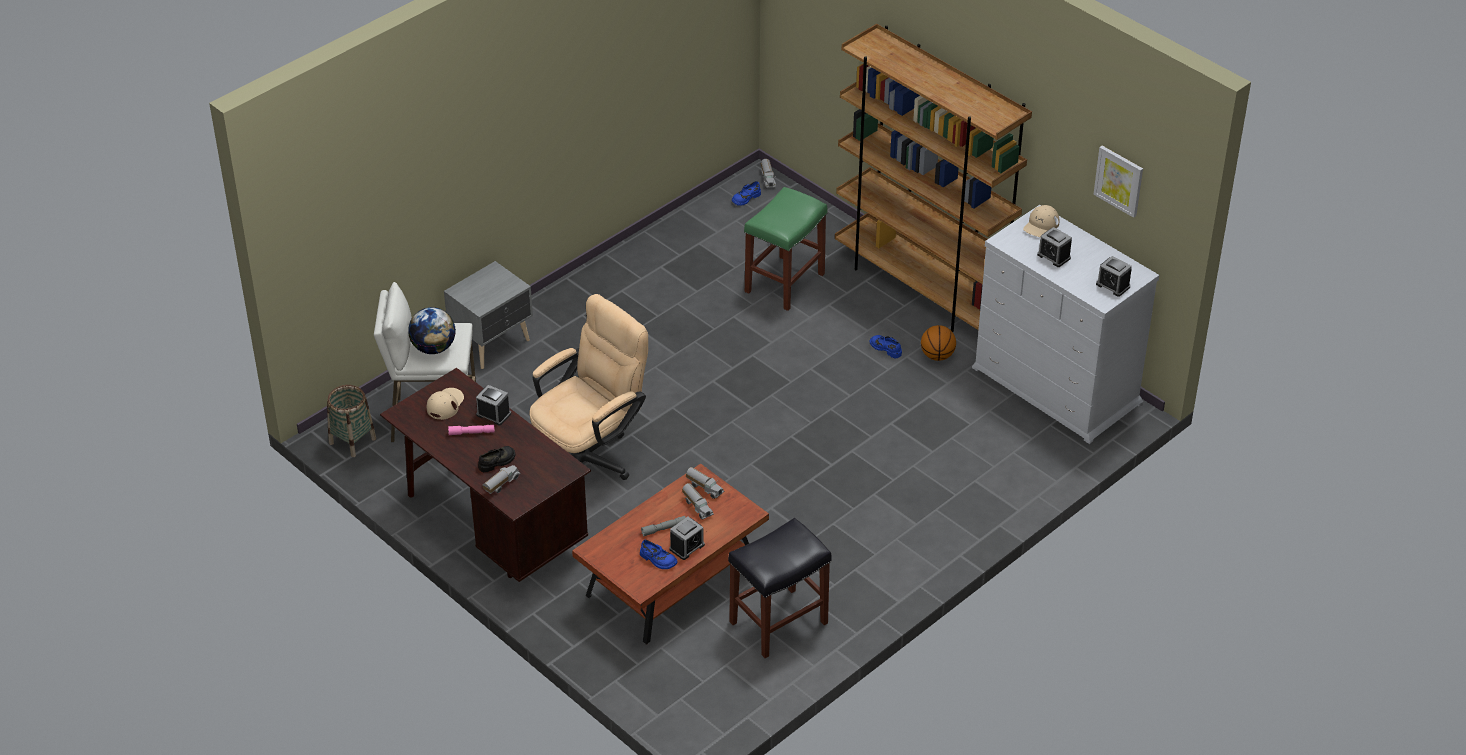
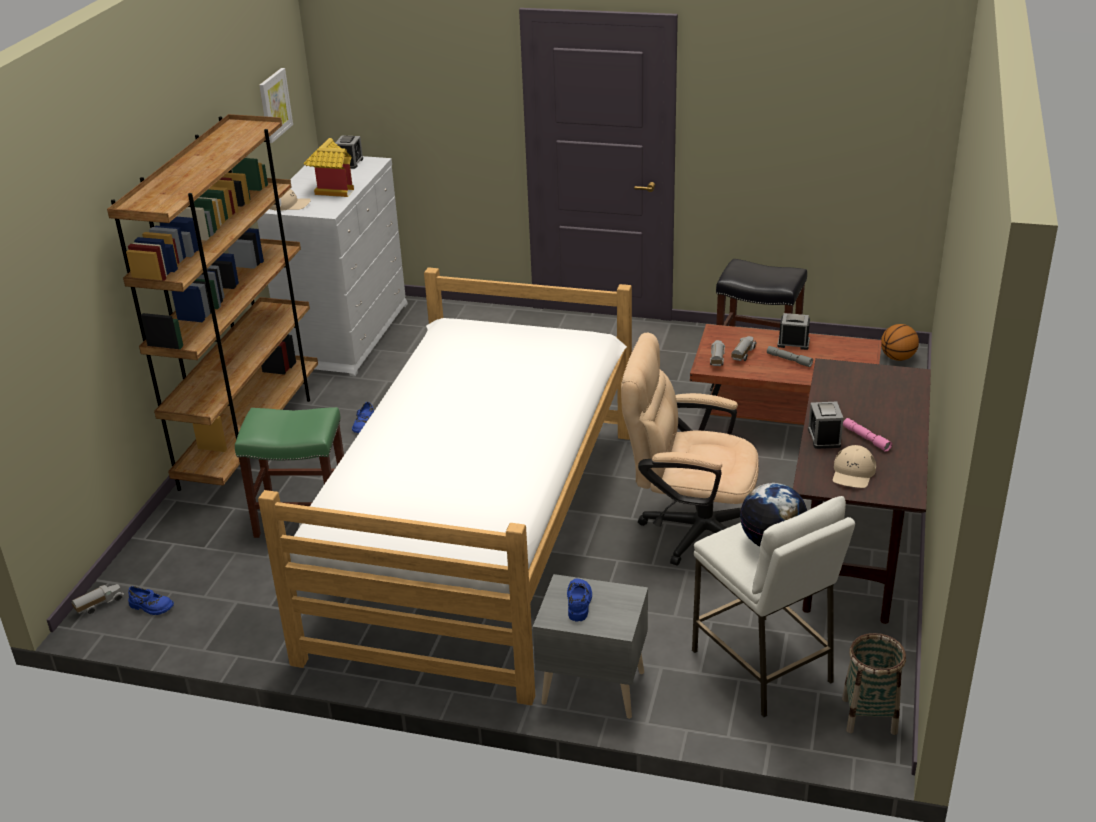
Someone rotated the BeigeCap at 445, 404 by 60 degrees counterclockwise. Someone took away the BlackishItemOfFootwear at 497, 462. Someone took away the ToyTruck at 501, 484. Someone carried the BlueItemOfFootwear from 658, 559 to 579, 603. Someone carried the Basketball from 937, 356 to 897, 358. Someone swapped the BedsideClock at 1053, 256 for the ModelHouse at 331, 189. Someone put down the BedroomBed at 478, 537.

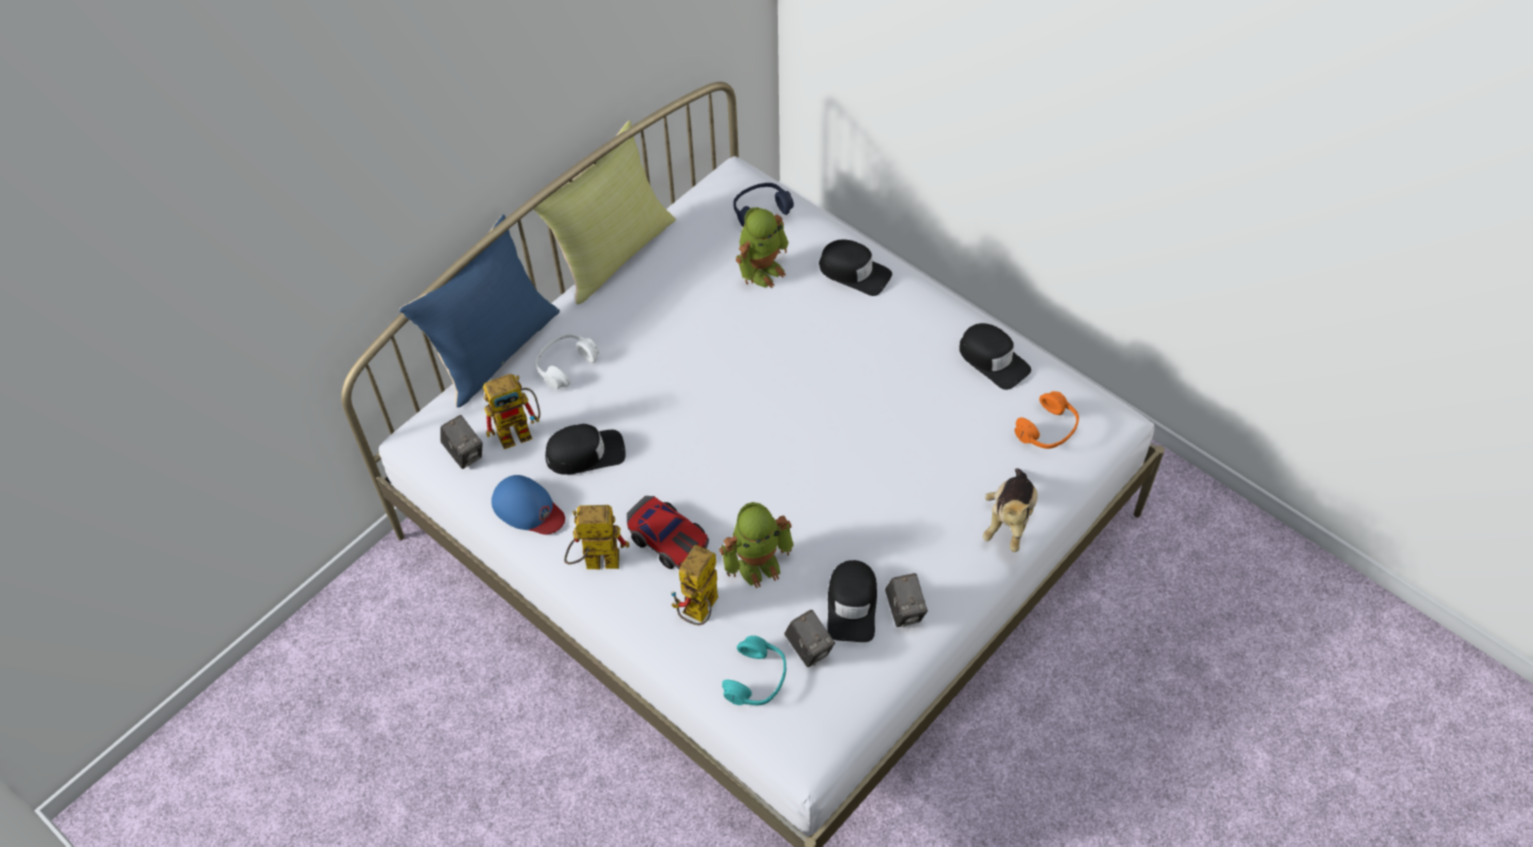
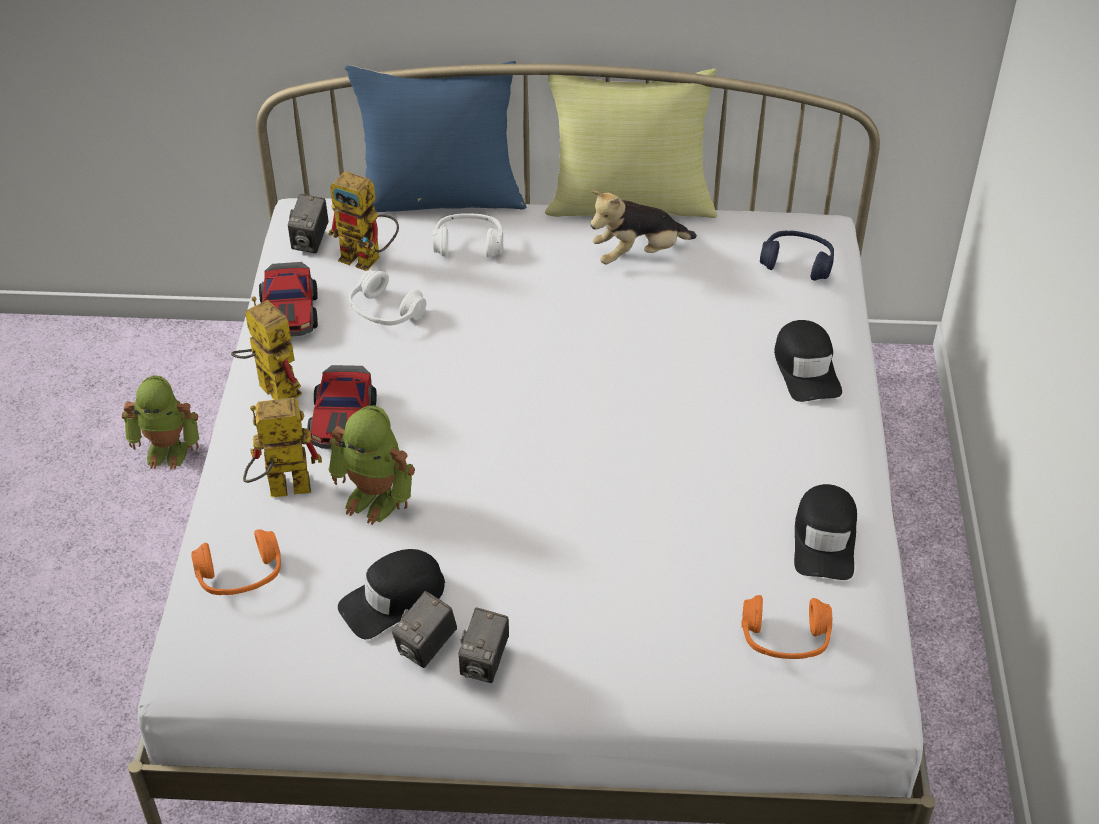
Someone swapped the BlueCap at 528, 509 for the ToyCar at 289, 312. Someone swapped the BlackishCap at 585, 453 for the WhiteHeadphones at 385, 311. Someone repainted the BlueGreenHeadphones at 756, 679, which became the OrangeColouredHeadphones at 240, 575. Someone carried the ToyRobot from 762, 270 to 168, 450. Someone carried the StillCamera from 809, 648 to 485, 663. Someone carried the SoftToy from 1009, 520 to 638, 254.

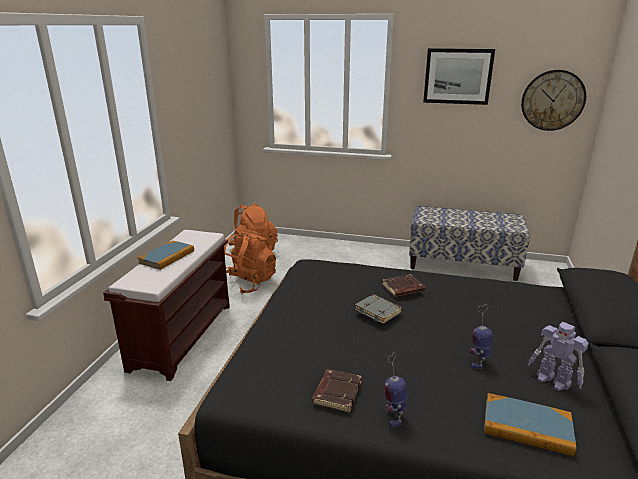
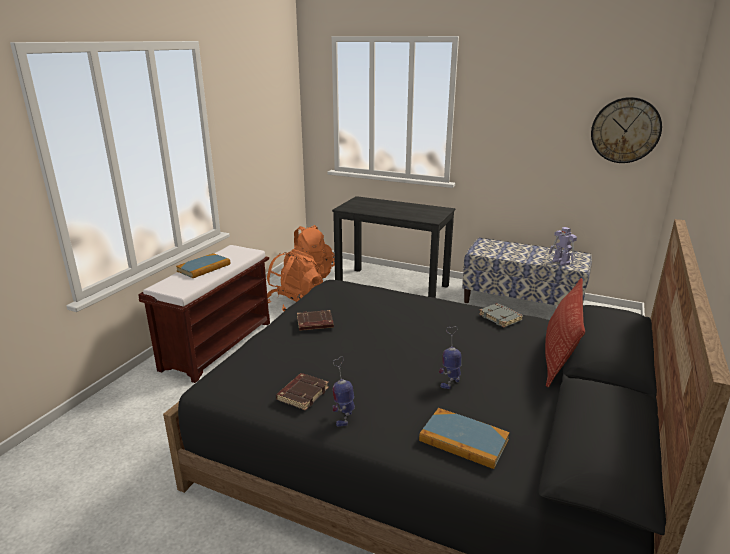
Someone carried the GreyishBoundBook from 378, 311 to 501, 318. Someone carried the BrownColouredBoundBook from 403, 289 to 314, 324. Someone took away the Picture at 457, 76. Someone carried the ToyRobot from 553, 381 to 561, 262. Someone put down the BlackishDesk at 392, 286. Someone put down the Cushion at 559, 356.

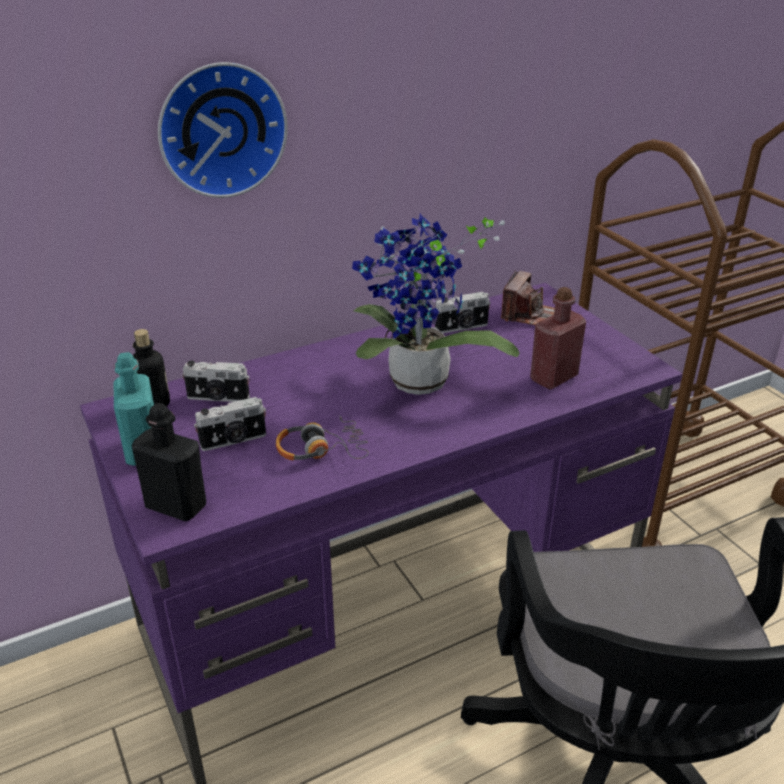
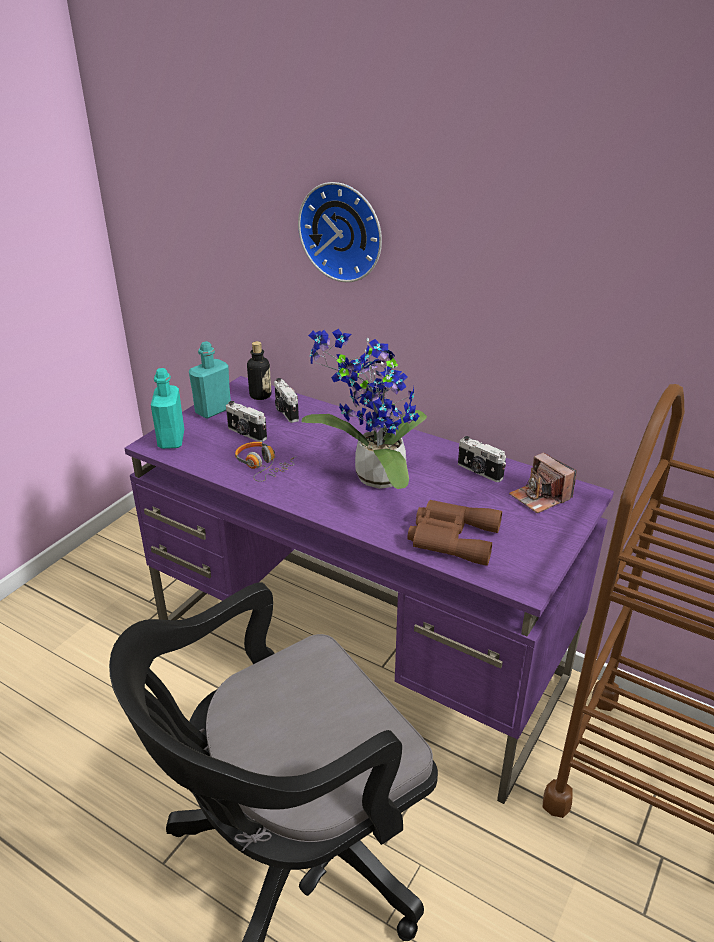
Someone repainted the BlackishDrinkBottle at 176, 506, which became the BlueGreenDrinkBottle at 171, 440. Someone rotated the StillCamera at 528, 315 by 60 degrees clockwise. Someone swapped the RedColouredDrinkBottle at 553, 378 for the BrownColouredBinoculars at 451, 537.

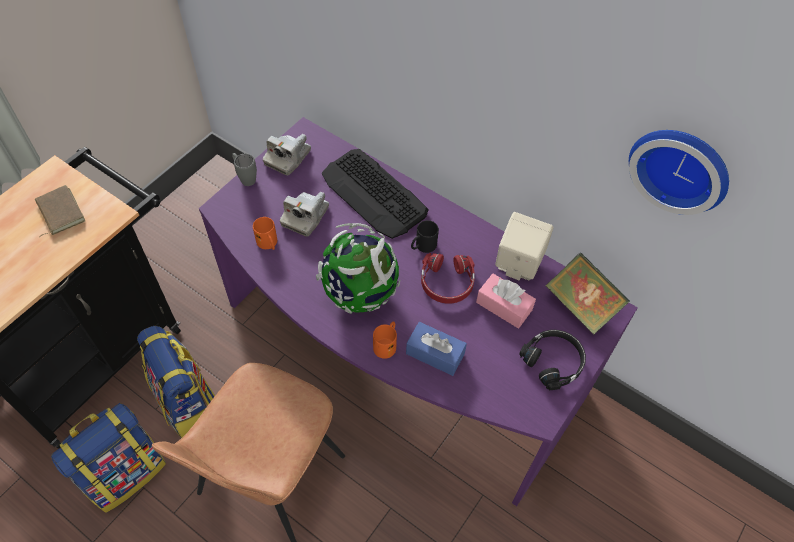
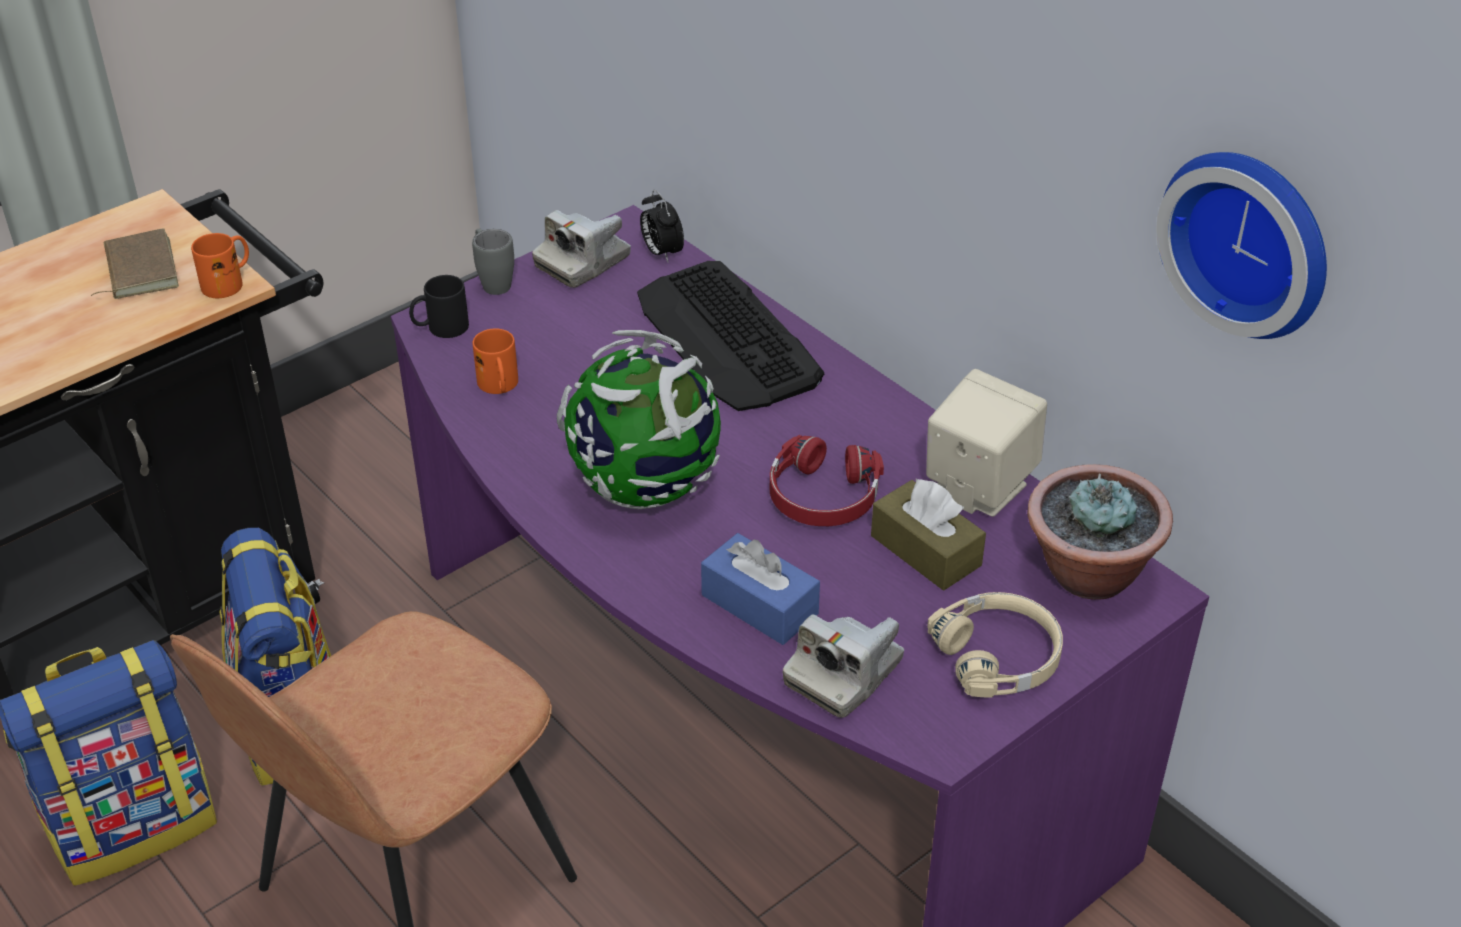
Someone carried the StillCamera from 305, 216 to 843, 673. Someone carried the OrangeColouredMug from 386, 344 to 228, 282. Someone carried the BlackishMug from 423, 246 to 440, 328. Someone repainted the PinkishTissueHolder at 504, 306, which became the BrownColouredTissueHolder at 925, 550. Someone repainted the BlackishHeadphones at 553, 361, which became the BeigeHeadphones at 998, 656. Someone swapped the BoundBook at 581, 306 for the PottedPlant at 1088, 574. Someone put down the BedsideClock at 661, 252.

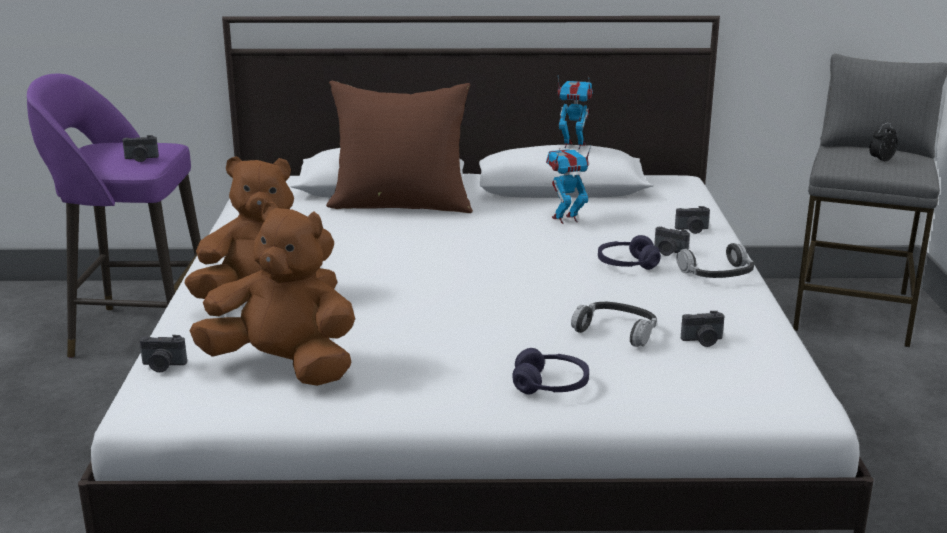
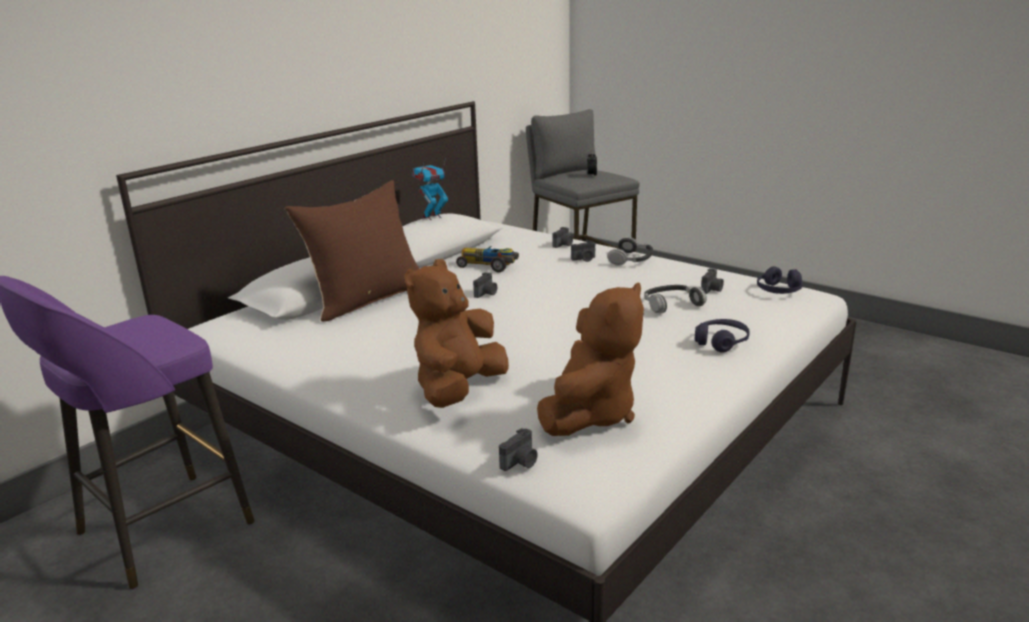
Someone carried the StillCamera from 141, 159 to 486, 293. Someone rotated the BrownColouredSoftToy at 284, 367 by 150 degrees clockwise. Someone swapped the ToyRobot at 565, 219 for the ToyCar at 489, 266. Someone carried the PurpleHeadphones from 627, 264 to 779, 291.

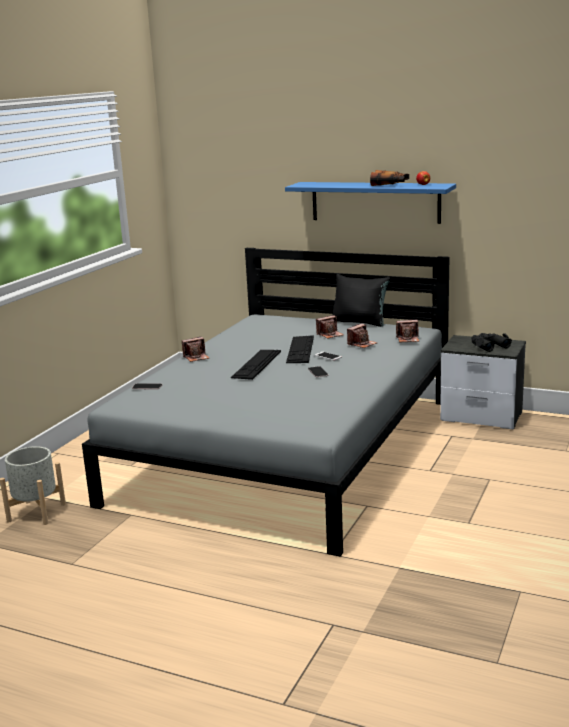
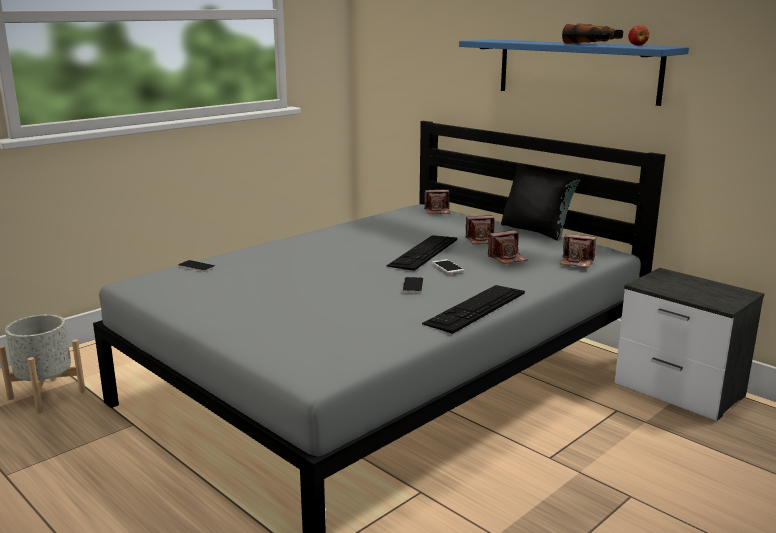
Someone carried the StillCamera from 196, 357 to 437, 211. Someone carried the Keyboard from 256, 364 to 475, 308. Someone took away the BlackishBinoculars at 488, 346.

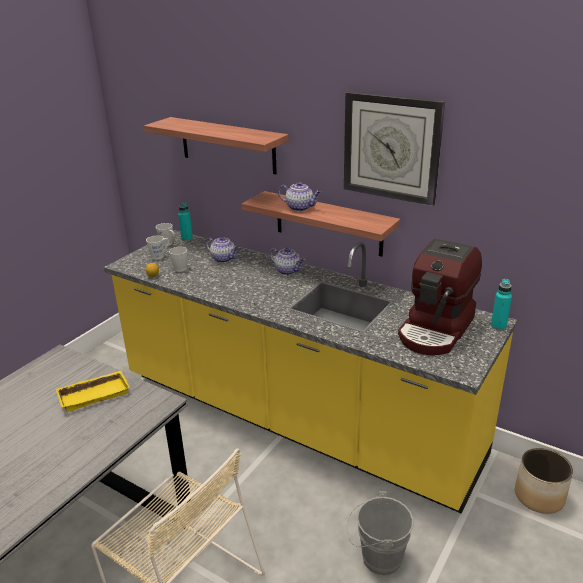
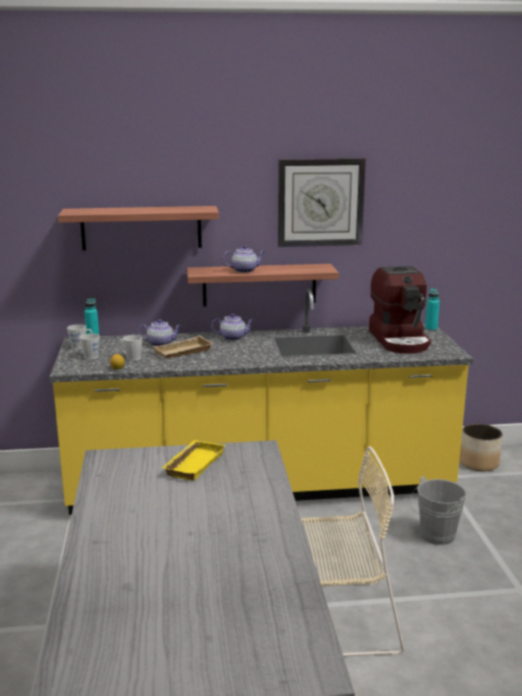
Someone put down the BeigeTray at 183, 352.

